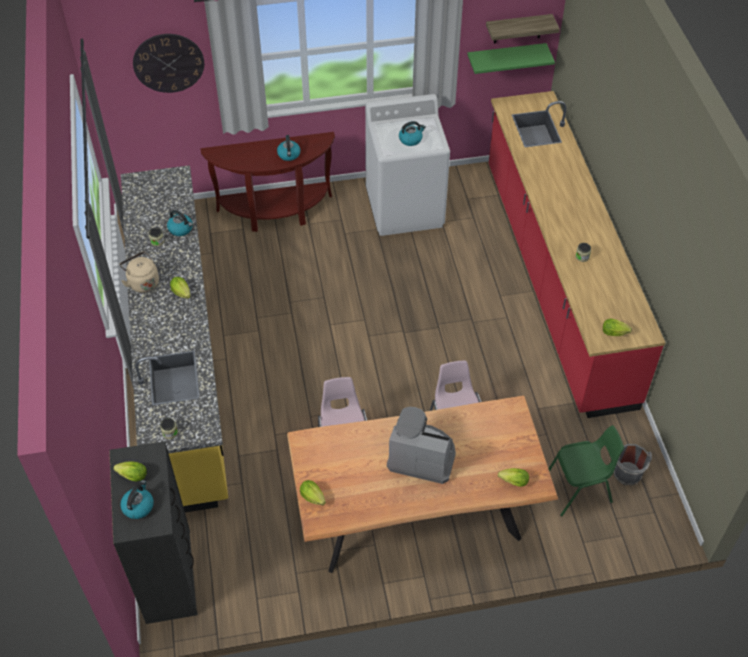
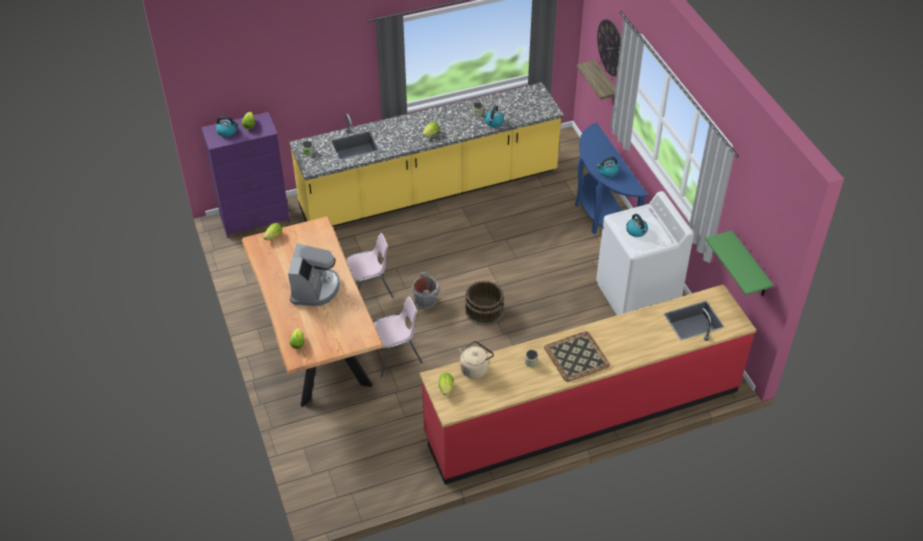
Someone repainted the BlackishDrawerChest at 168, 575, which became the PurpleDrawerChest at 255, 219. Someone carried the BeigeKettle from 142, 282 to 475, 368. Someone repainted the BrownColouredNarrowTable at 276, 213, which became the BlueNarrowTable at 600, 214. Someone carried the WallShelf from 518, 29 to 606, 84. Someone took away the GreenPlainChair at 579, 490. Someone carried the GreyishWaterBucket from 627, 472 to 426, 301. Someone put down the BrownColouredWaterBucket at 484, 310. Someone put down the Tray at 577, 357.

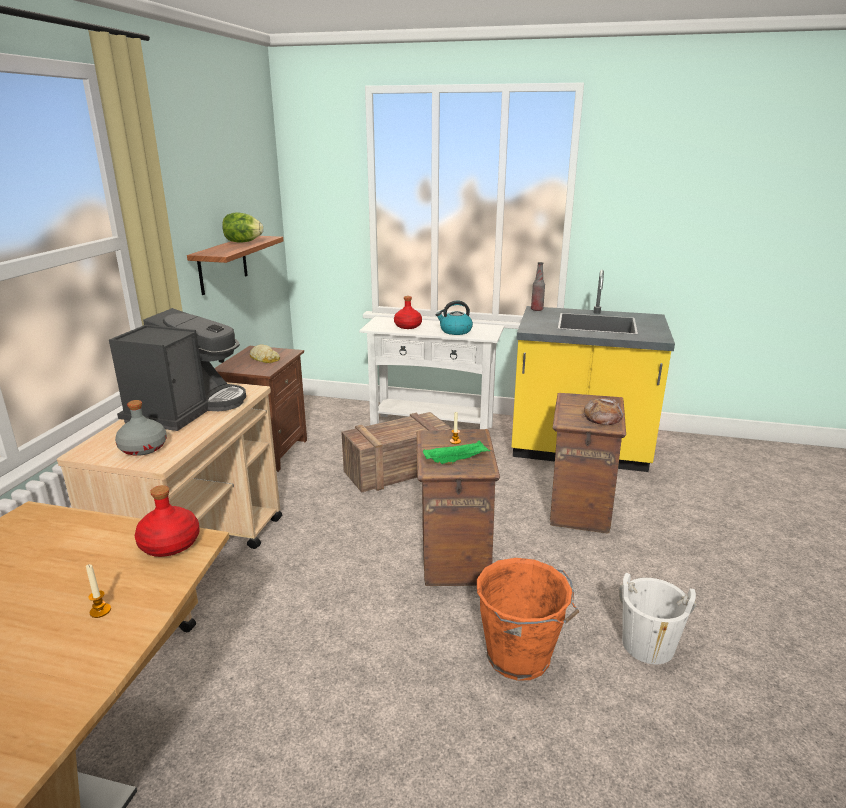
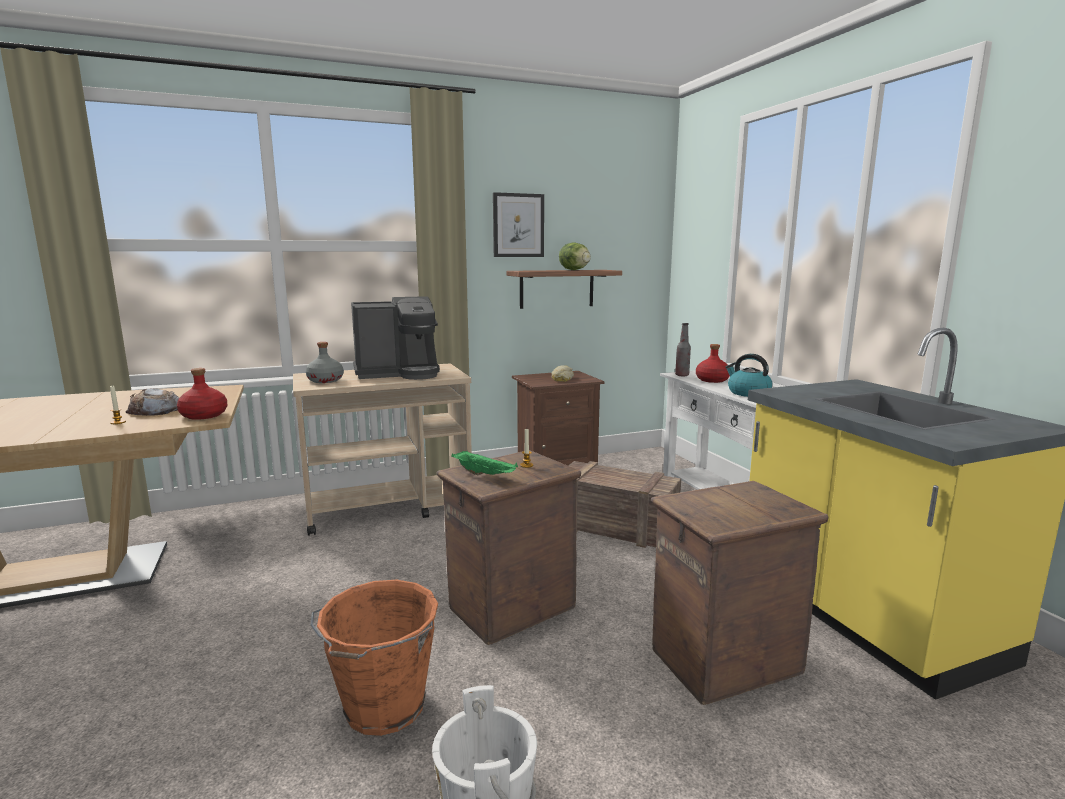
Someone carried the DrinkBottle from 537, 310 to 682, 375. Someone carried the BakedBread from 602, 417 to 156, 410. Someone put up the Picture at 518, 225.

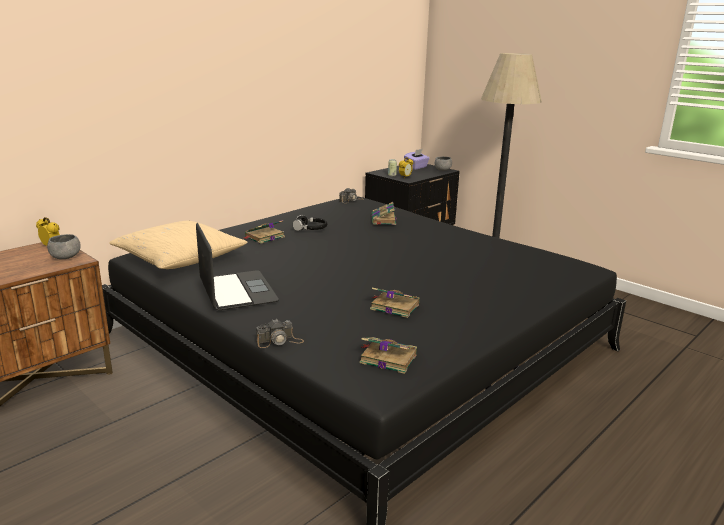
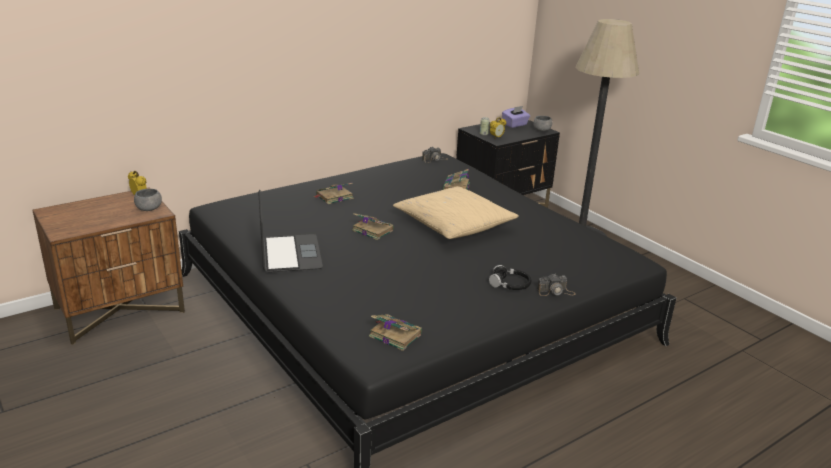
Someone carried the BeigeCushion from 179, 258 to 454, 225. Someone carried the StillCamera from 279, 341 to 555, 292. Someone carried the BlackishHeadphones from 310, 229 to 510, 284. Someone carried the BoundBook from 393, 306 to 372, 230.

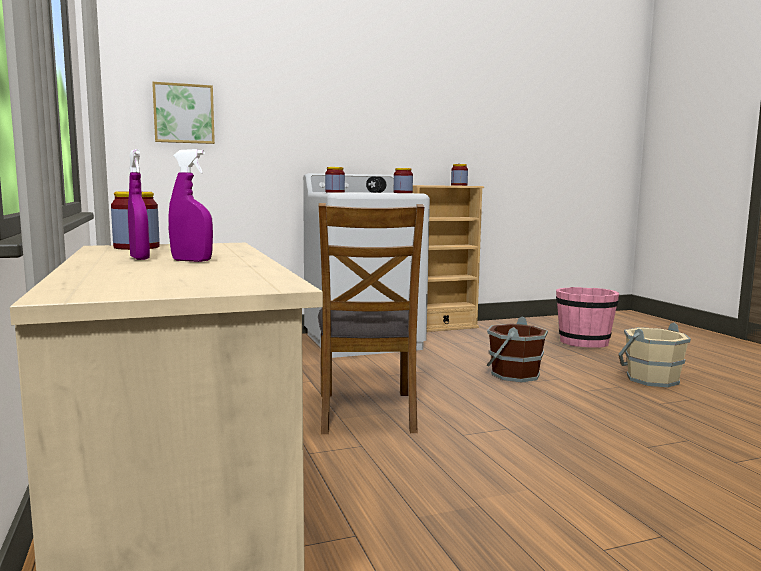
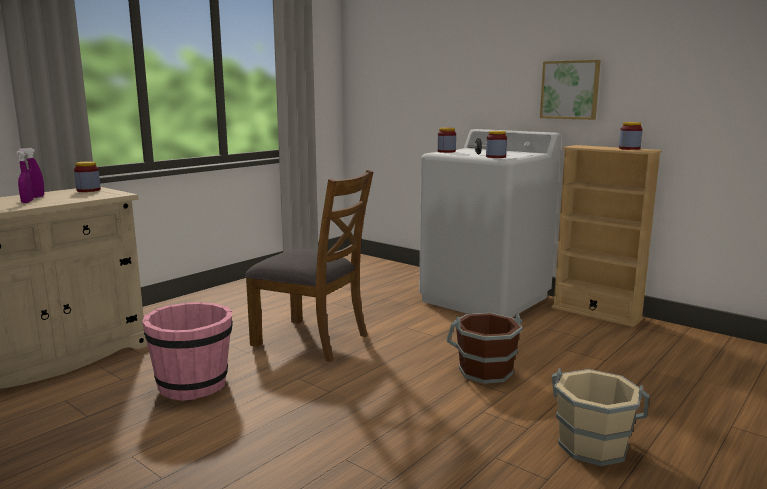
Someone carried the Picture from 183, 114 to 570, 90. Someone rotated the BrownColouredPlainChair at 367, 412 by 120 degrees counterclockwise. Someone carried the PinkishWaterBucket from 583, 342 to 194, 385.

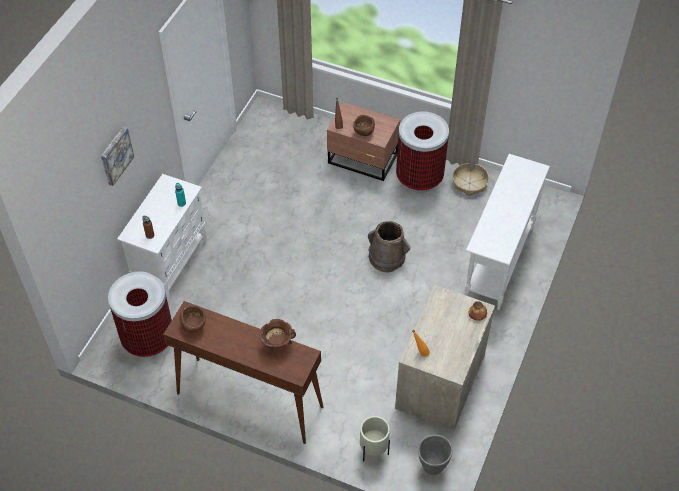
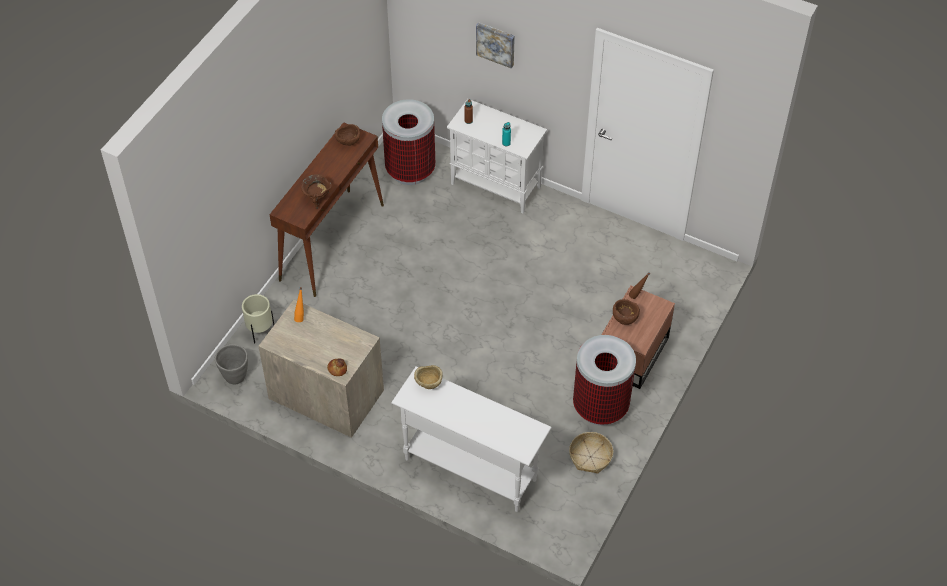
Someone took away the BrownColouredWaterBucket at 387, 257. Someone put down the BeigeBowl at 428, 384.

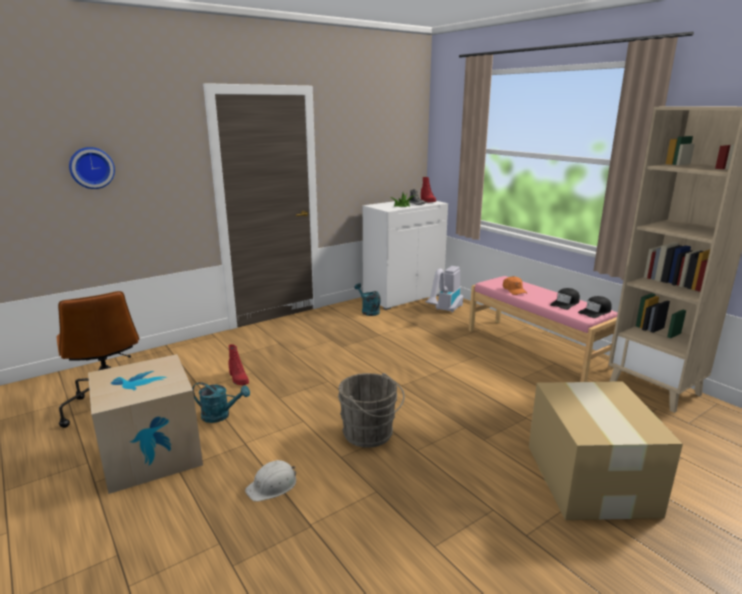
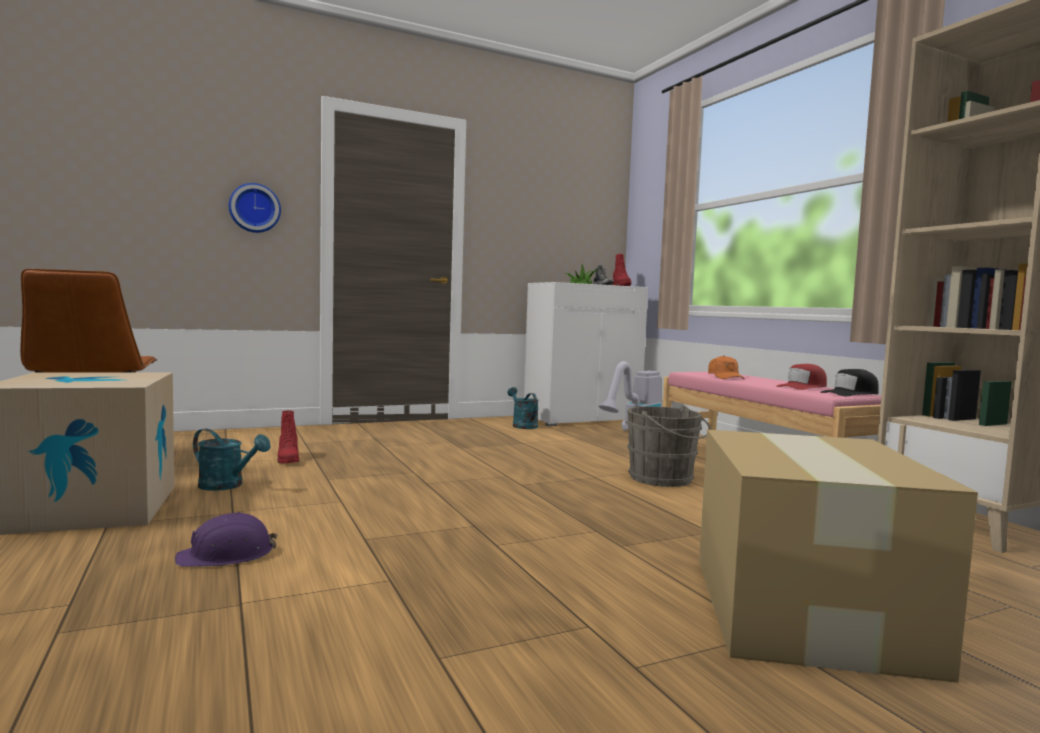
Someone carried the HangingClock from 91, 167 to 254, 208. Someone repainted the WhiteHardHat at 272, 485, which became the PurpleHardHat at 227, 555. Someone carried the GreyishWaterBucket from 370, 434 to 664, 479. Someone repainted the BlackishCap at 565, 303, which became the RedColouredCap at 802, 387.

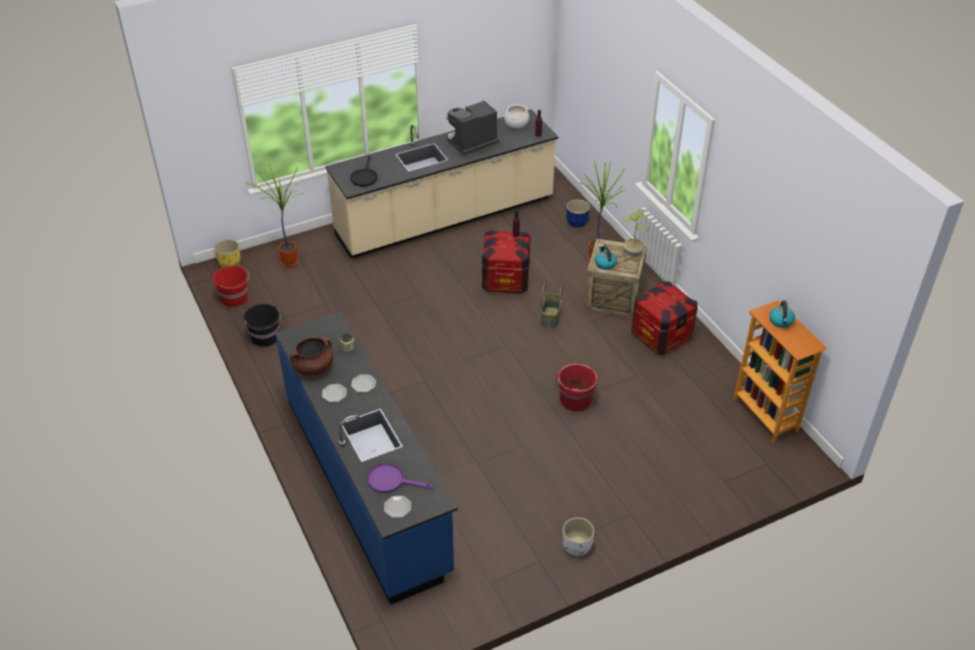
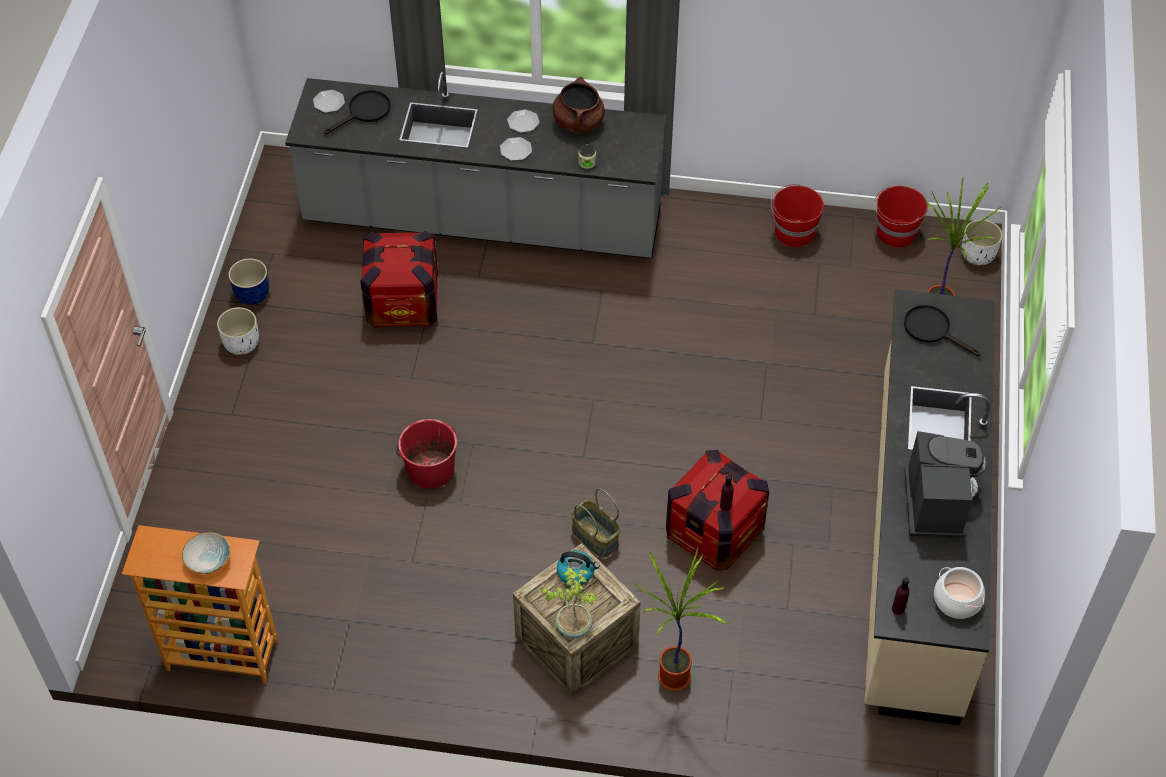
Someone repainted the YellowColouredFlowerPot at 230, 263, which became the WhiteFlowerPot at 978, 255. Someone repainted the BlackishWaterBucket at 266, 337, which became the RedColouredWaterBucket at 793, 232. Someone repainted the BlueCounter at 367, 483, which became the GreyishCounter at 482, 221. Someone repainted the PurpleFryingPan at 391, 480, which became the BlackishFryingPan at 365, 112. Someone carried the BlueFlowerPot from 576, 222 to 253, 294. Someone carried the ShippingCrate from 661, 336 to 403, 303. Someone swapped the Kettle at 781, 321 for the Bowl at 208, 561.

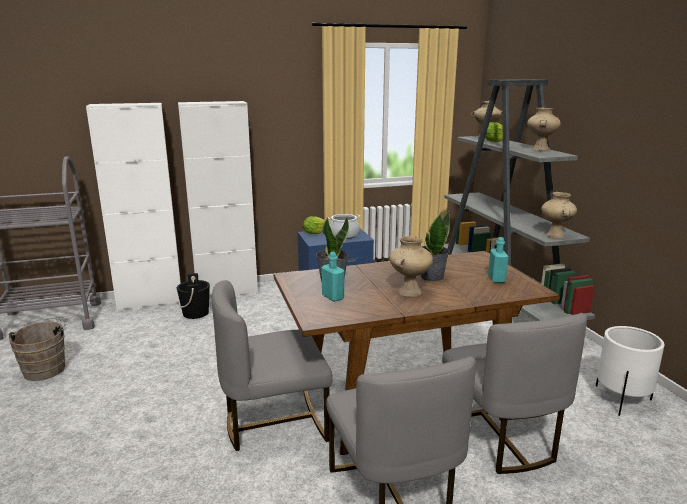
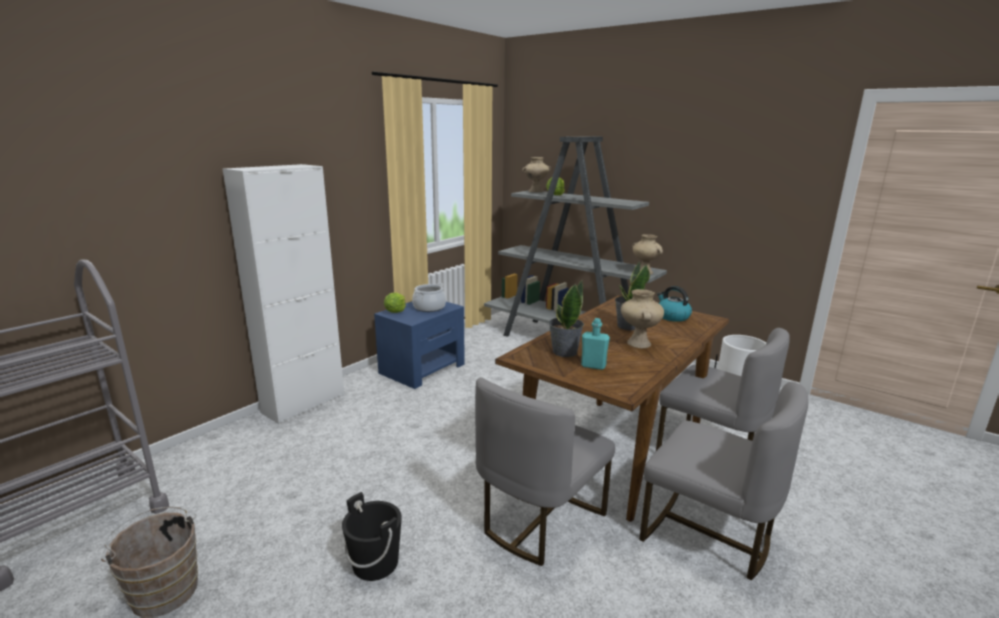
Someone took away the WhiteCupboard at 150, 301. Someone carried the BlackishWaterBucket from 195, 313 to 375, 563. Someone swapped the BlueGreenDrinkBottle at 496, 279 for the Kettle at 672, 316. Someone took away the BeigeVase at 540, 149.

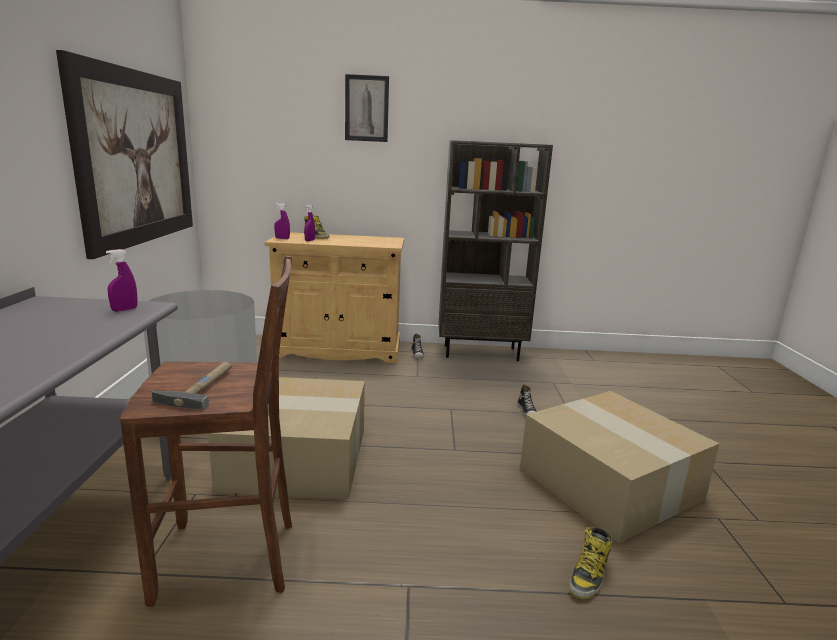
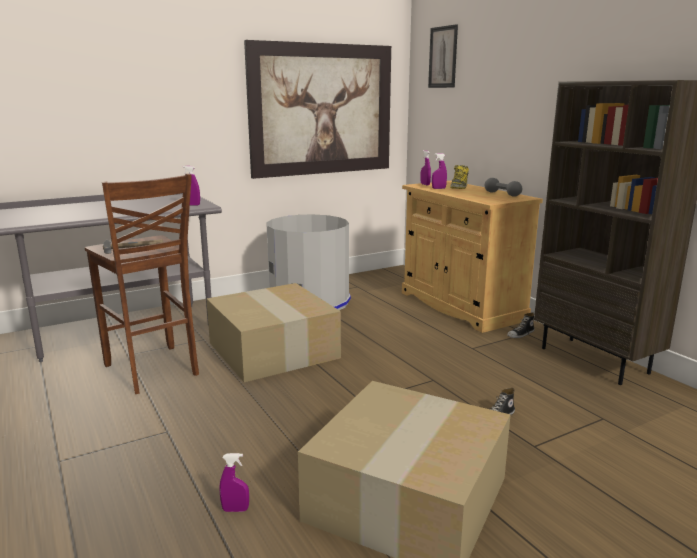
Someone carried the Picture from 366, 108 to 443, 57. Someone swapped the Boot at 588, 575 for the PurpleSprayer at 235, 509. Someone put down the GreyishDumbbell at 502, 194.

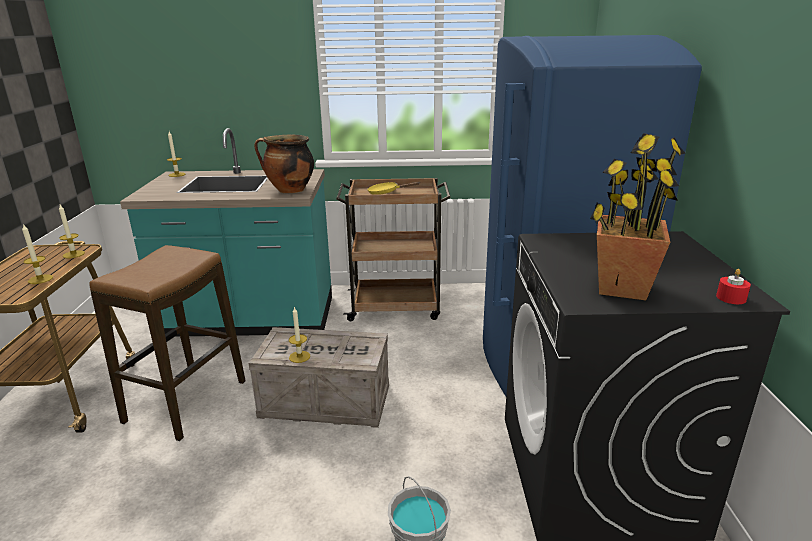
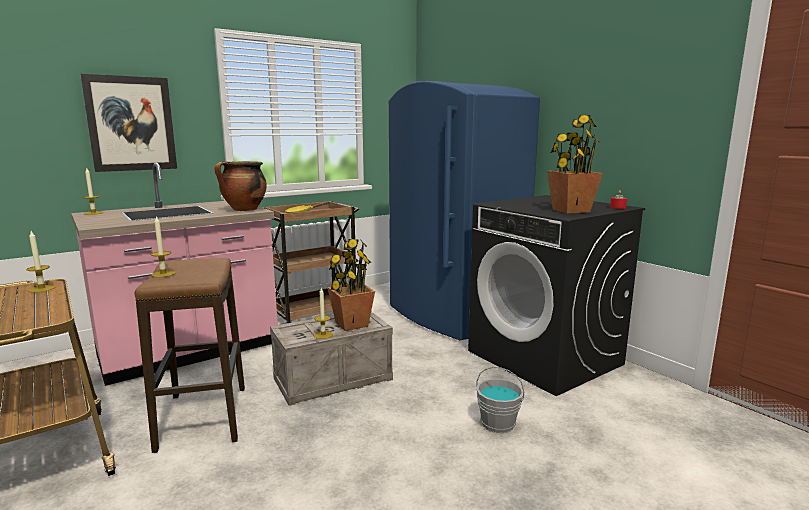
Someone carried the WaxLight from 40, 279 to 163, 274. Someone repainted the BlueGreenCounter at 251, 320, which became the PinkishCounter at 189, 352. Someone put up the Picture at 131, 124. Someone put down the PottedPlant at 351, 324.

